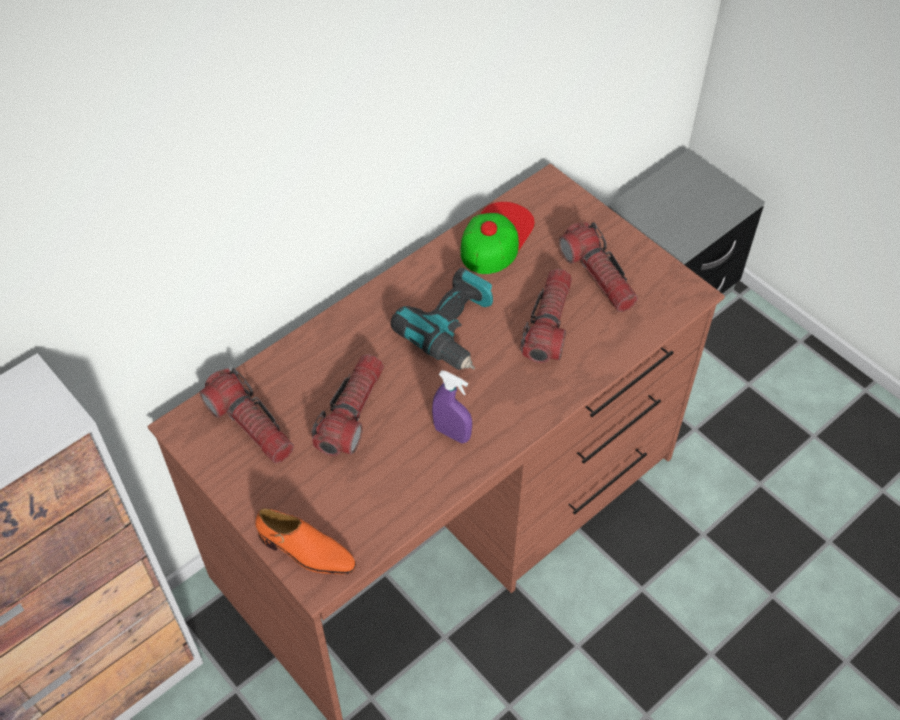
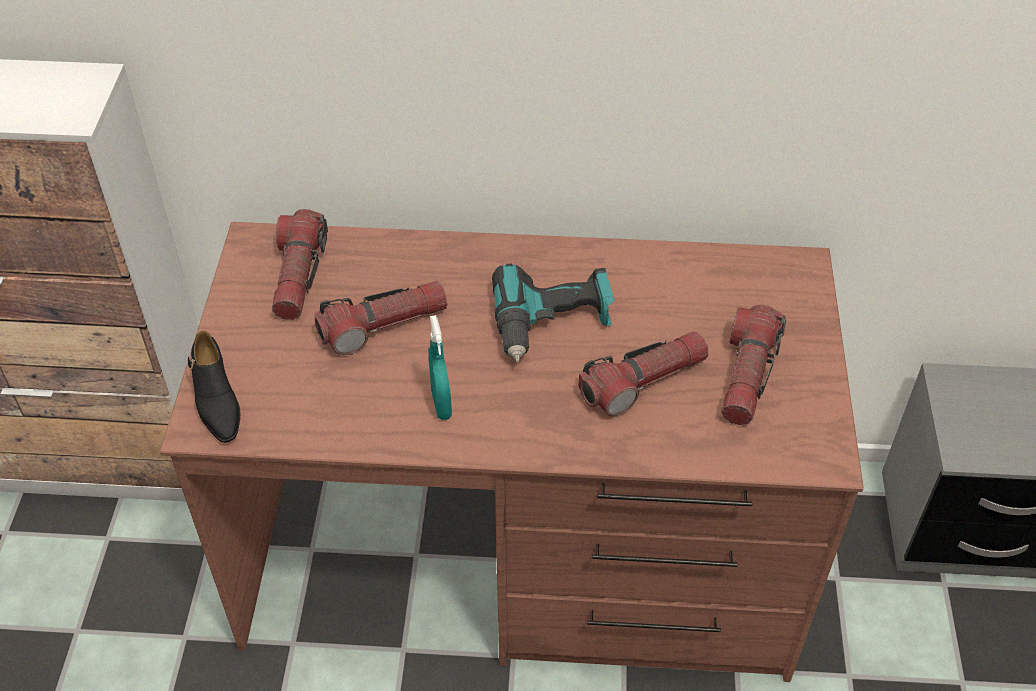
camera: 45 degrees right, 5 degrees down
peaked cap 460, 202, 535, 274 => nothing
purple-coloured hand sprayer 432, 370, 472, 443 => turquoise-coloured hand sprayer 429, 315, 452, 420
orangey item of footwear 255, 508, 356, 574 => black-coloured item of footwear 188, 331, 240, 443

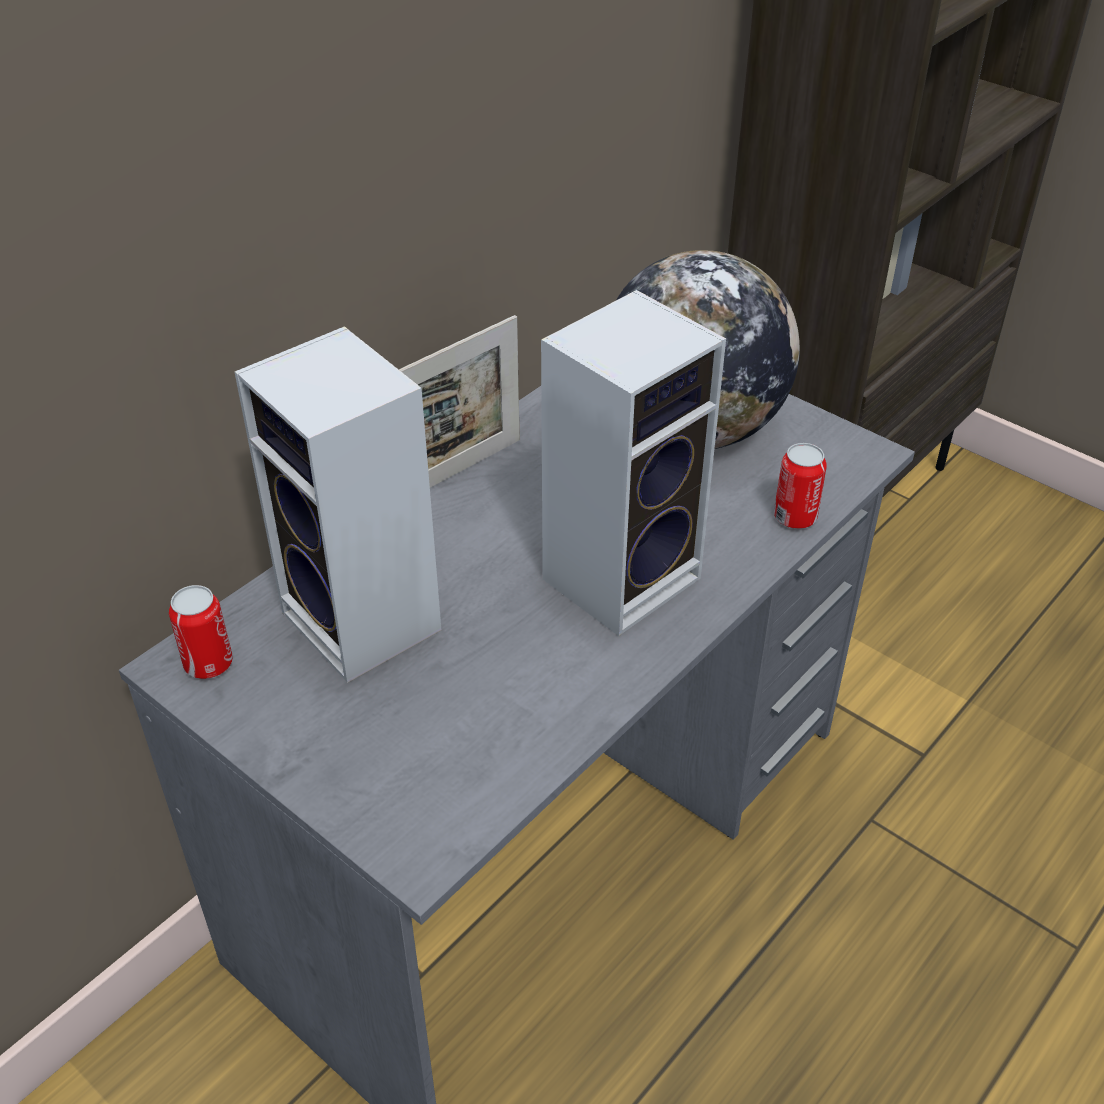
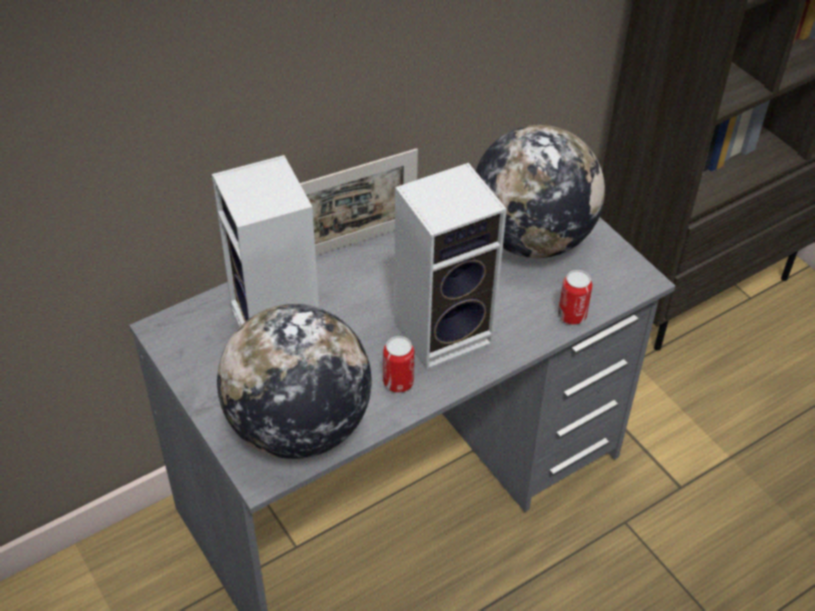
camera: 15 degrees right, 5 degrees up
metal can 169, 585, 233, 679 => metal can 383, 336, 414, 393, move
nothing => desk globe 217, 304, 372, 459

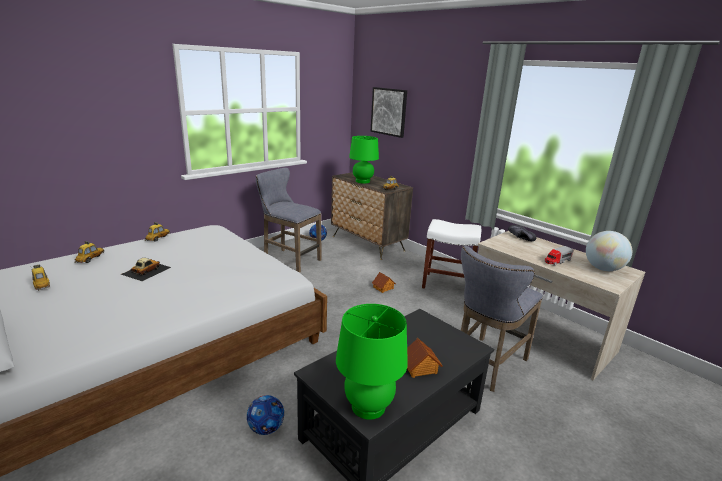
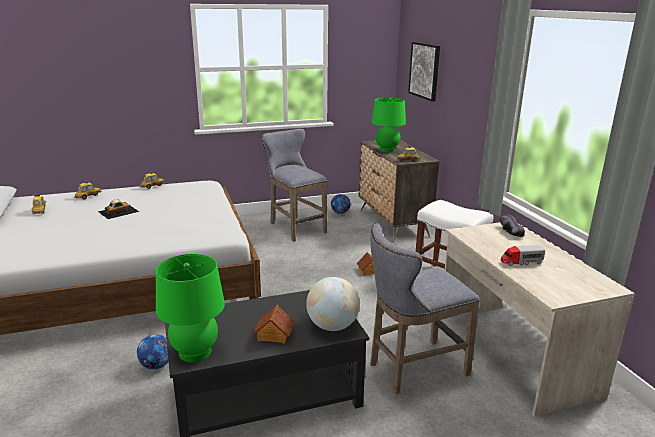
camera: 25 degrees right, 0 degrees up
desk globe 586, 231, 632, 271 => desk globe 306, 277, 360, 331, move

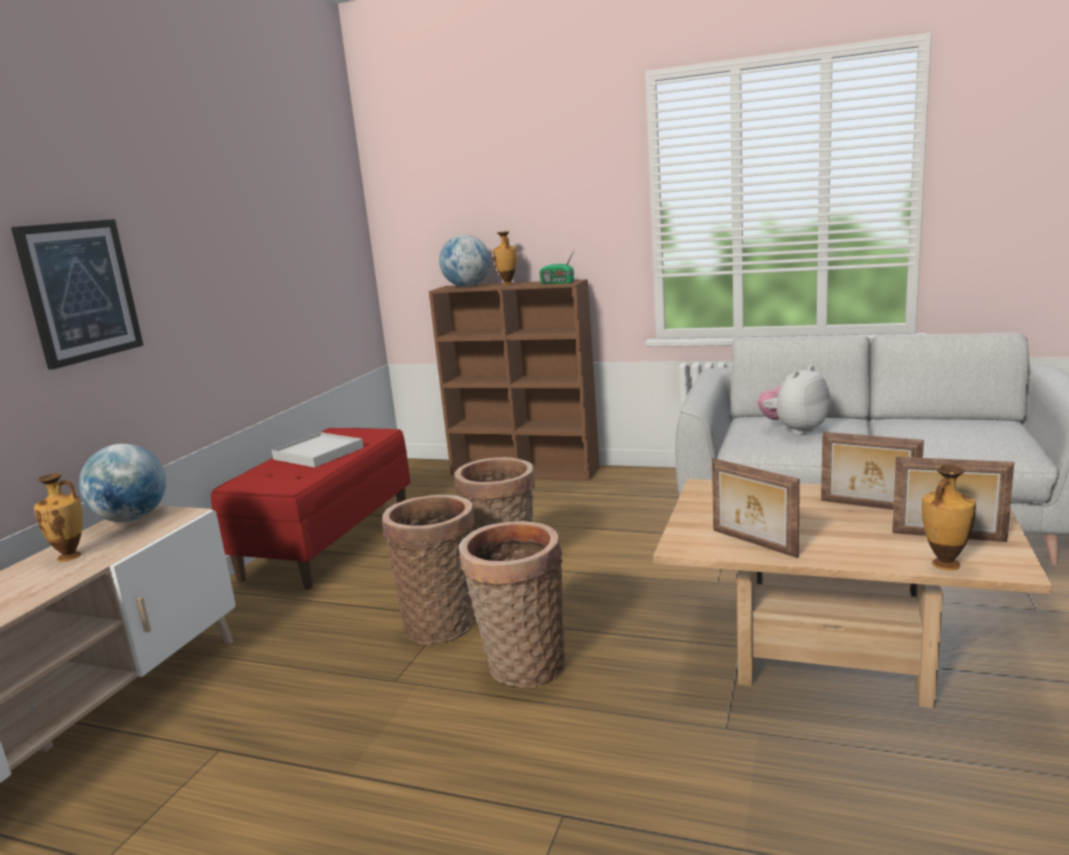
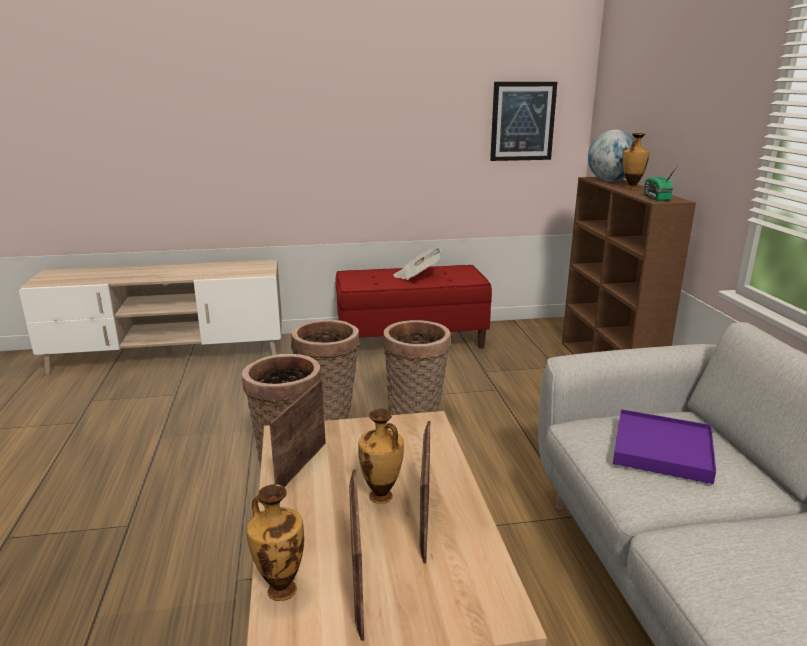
camera: 60 degrees right, 5 degrees up
wall picture 11, 219, 144, 370 => wall picture 490, 82, 557, 161, move
plush toy 758, 365, 830, 435 => purple-coloured tray 613, 409, 716, 484
white-coloured tray 272, 432, 364, 467 => daily paper 393, 248, 442, 280
desk globe 79, 444, 166, 522 => nothing
decorative vase 34, 473, 83, 562 => decorative vase 358, 409, 404, 504, move

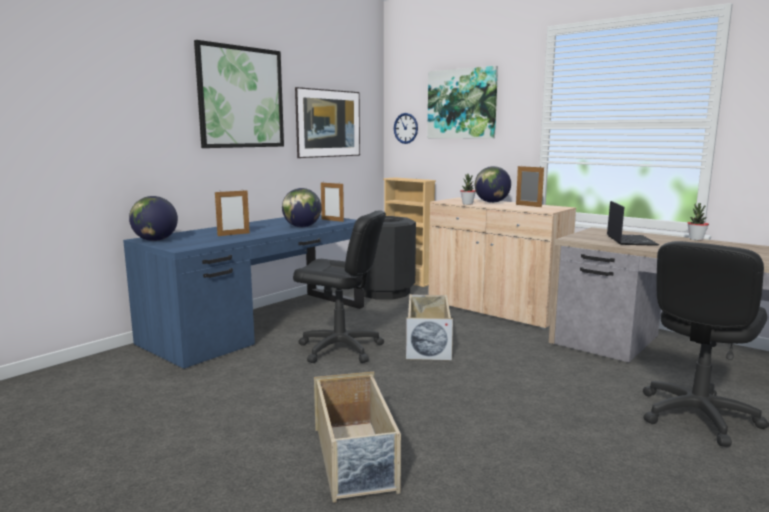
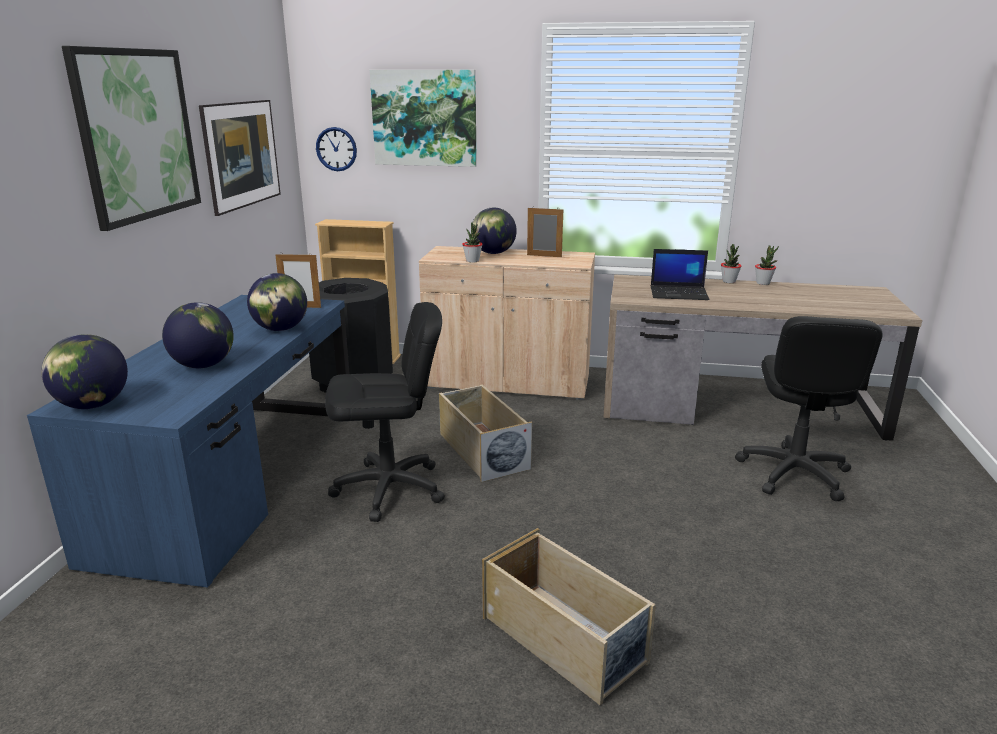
camera: 30 degrees left, 10 degrees up
photo frame 215, 190, 250, 236 => desk globe 162, 302, 234, 368
laptop 607, 201, 659, 246 => laptop 651, 249, 709, 300, 120 degrees clockwise
nothing => houseplant 755, 245, 779, 285

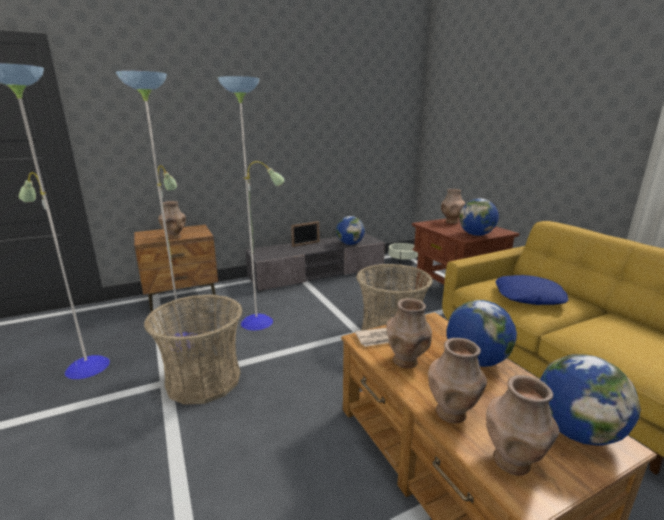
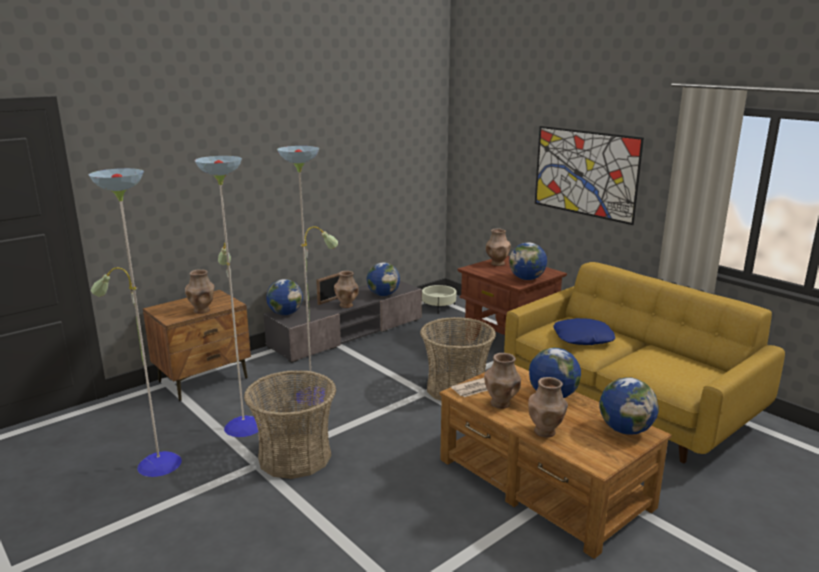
camera: 15 degrees left, 0 degrees up
brown-coloured decorative vase 486, 375, 559, 476 => brown-coloured decorative vase 334, 271, 359, 308, move
nothing => wall picture 535, 126, 644, 225
nothing => desk globe 266, 279, 303, 315

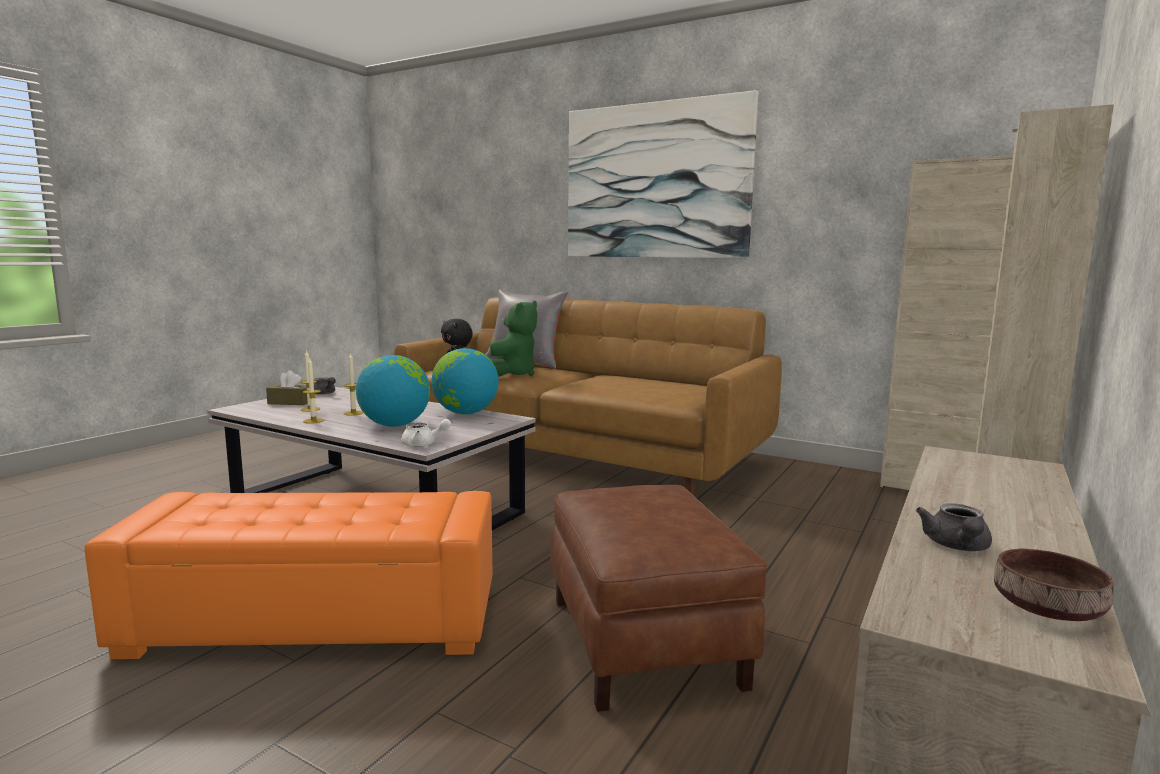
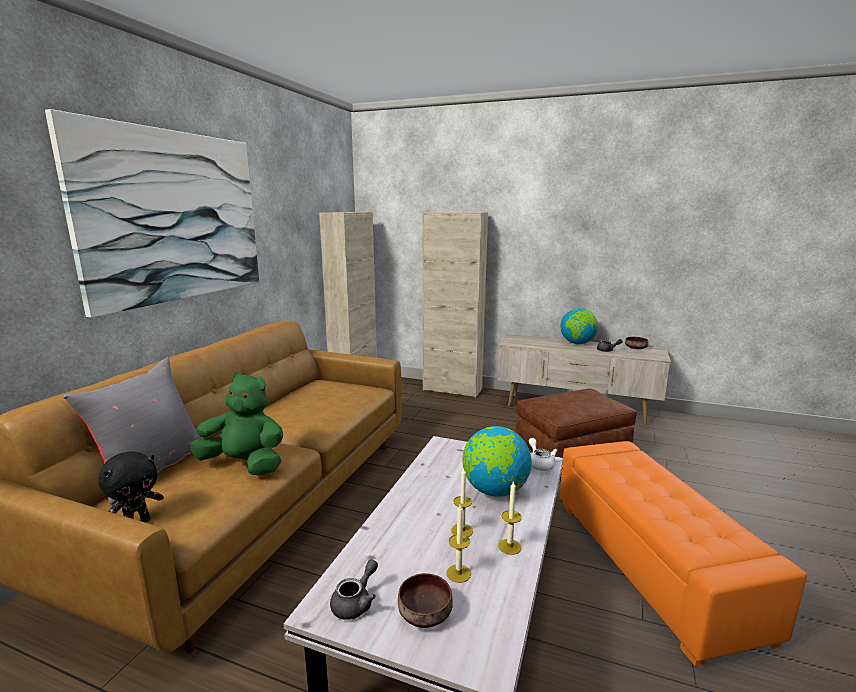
camera: 100 degrees left, 5 degrees up
desk globe 431, 348, 499, 414 => desk globe 560, 308, 598, 344, move
brown-coloured tissue box 266, 370, 308, 405 => brown-coloured serving bowl 398, 573, 453, 628

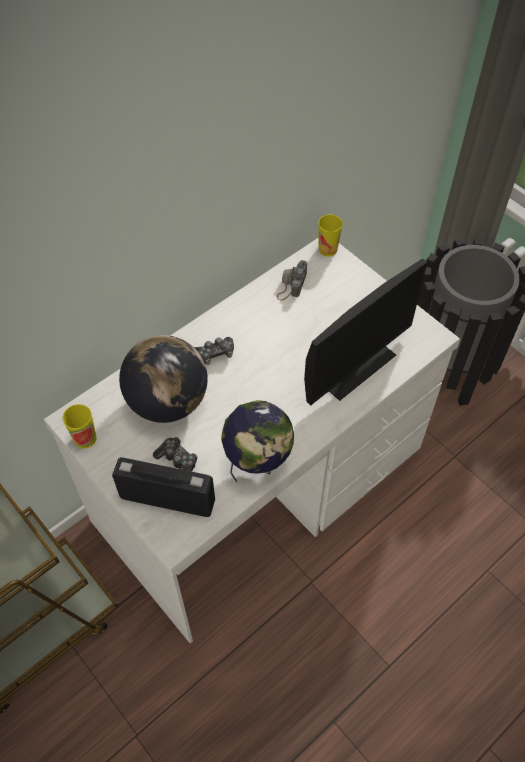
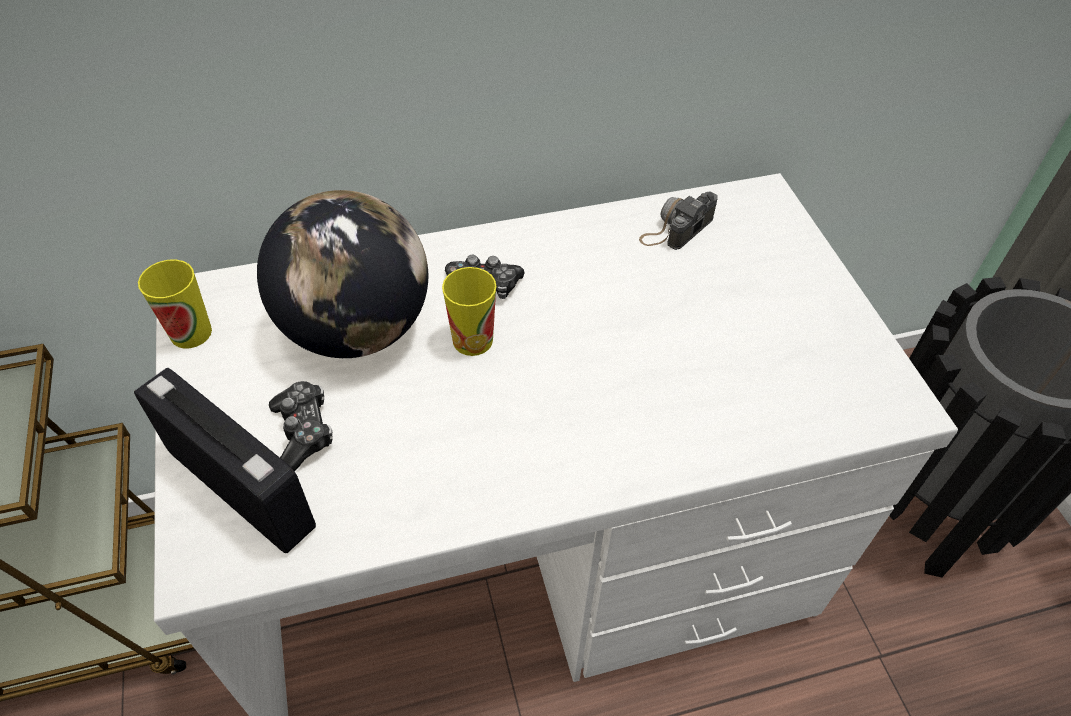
camera: 25 degrees right, 5 degrees down
small cup 318, 215, 343, 256 => small cup 442, 267, 497, 356, move
monitor 304, 259, 427, 406 => nothing
desk globe 221, 400, 294, 482 => nothing

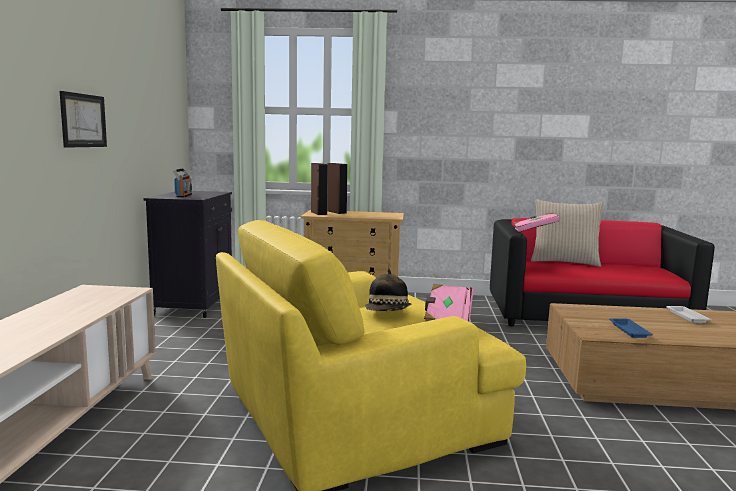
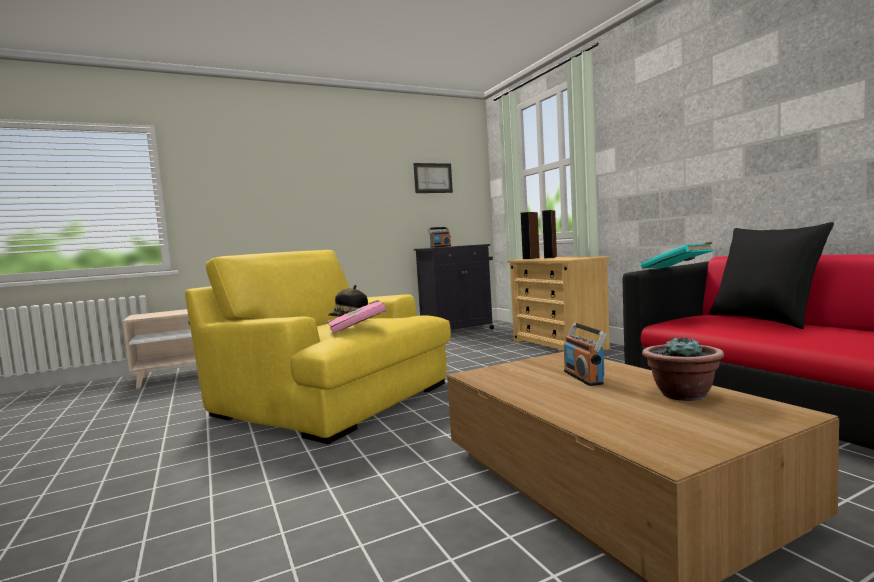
camera: 60 degrees right, 5 degrees down
wall picture 60, 91, 107, 148 => wall picture 413, 163, 453, 193, move
beige cushion 531, 200, 604, 267 => black-coloured cushion 709, 222, 834, 329
pink bound book 513, 212, 560, 232 => turquoise-coloured bound book 641, 242, 714, 269
white-coloured tray 666, 306, 712, 323 => houseplant 642, 335, 724, 401
blue tray 609, 318, 653, 338 => nothing
nothing => radio set 564, 323, 607, 386

